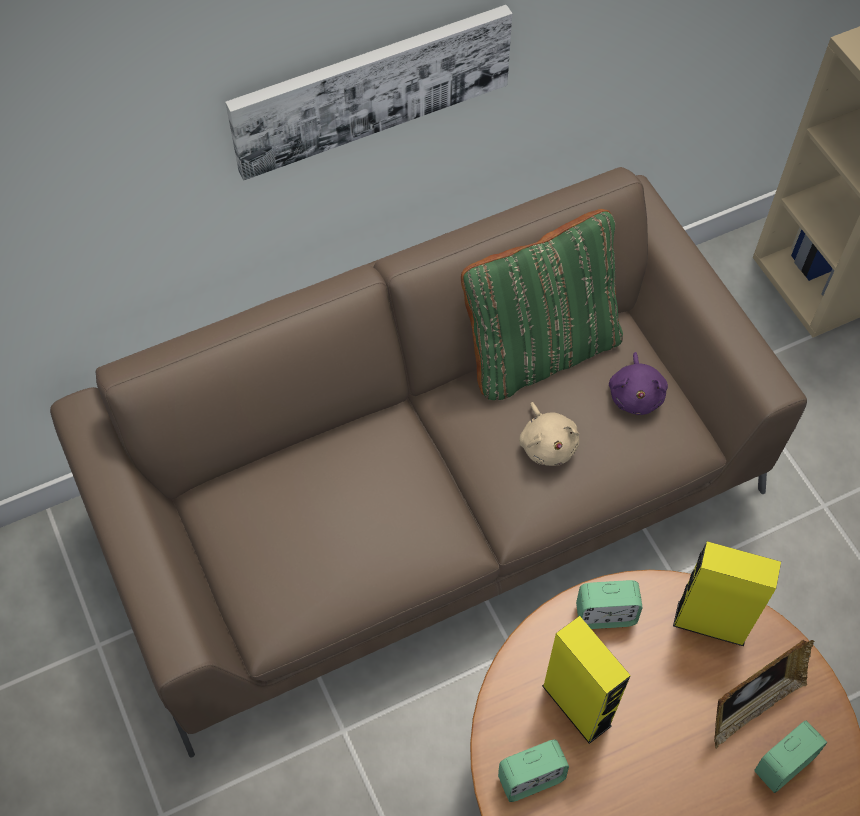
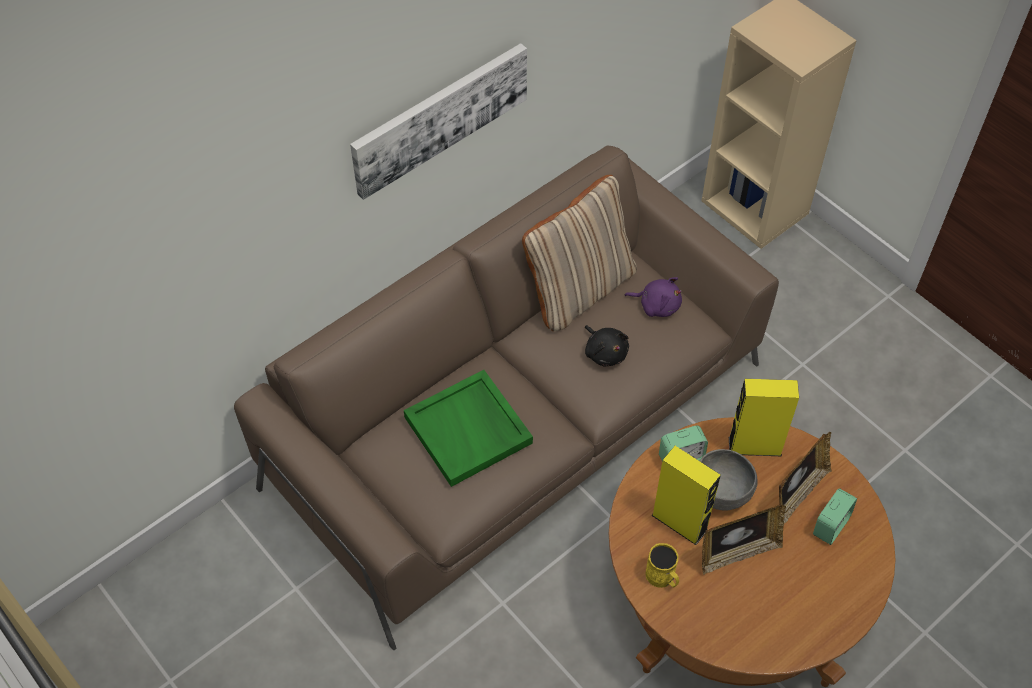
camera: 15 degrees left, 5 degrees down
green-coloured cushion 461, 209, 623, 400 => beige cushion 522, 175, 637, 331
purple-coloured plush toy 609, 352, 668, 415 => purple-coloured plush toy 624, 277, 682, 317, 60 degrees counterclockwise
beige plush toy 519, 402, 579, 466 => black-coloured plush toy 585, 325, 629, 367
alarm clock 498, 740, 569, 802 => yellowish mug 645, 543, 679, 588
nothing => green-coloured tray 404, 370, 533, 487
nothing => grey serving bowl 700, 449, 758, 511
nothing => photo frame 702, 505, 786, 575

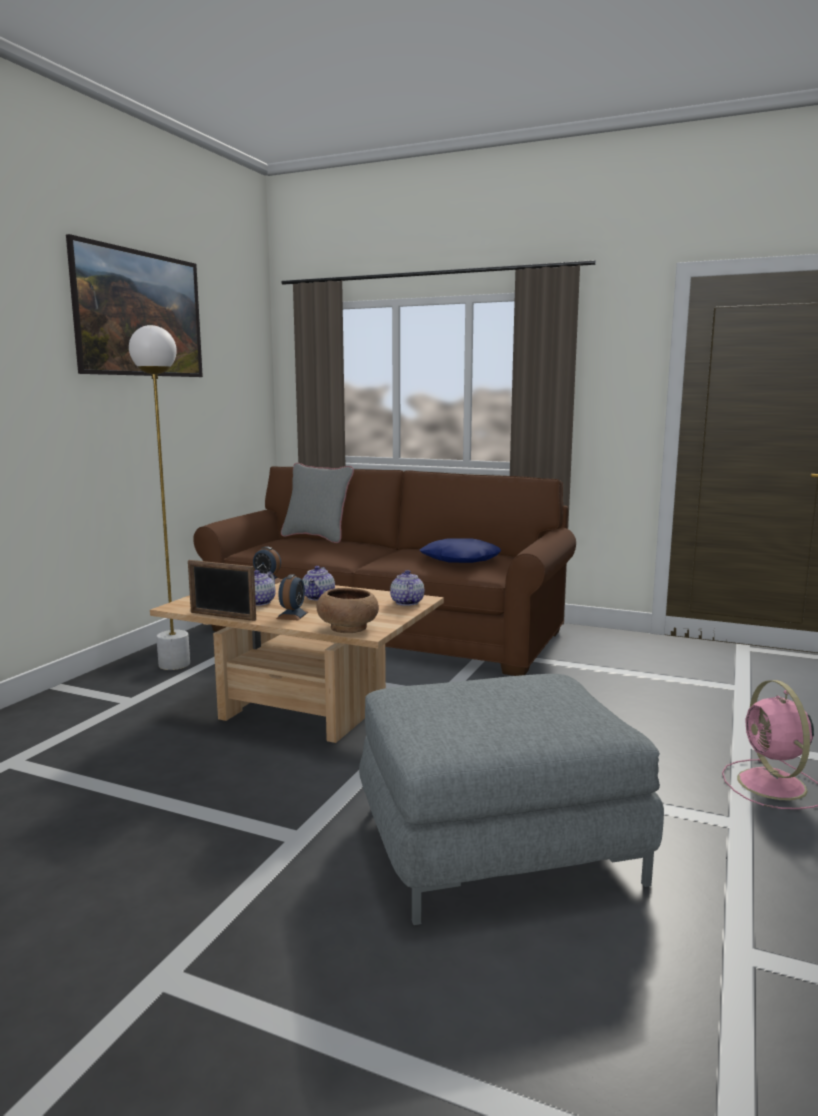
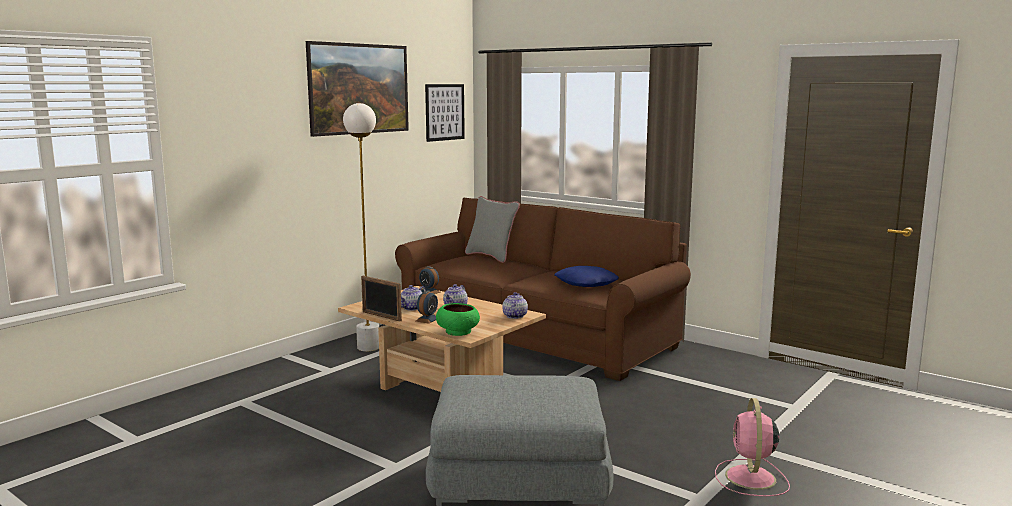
camera: 15 degrees right, 0 degrees up
brown-coloured serving bowl 316, 588, 379, 633 => green-coloured serving bowl 436, 303, 480, 336
nothing => wall picture 425, 84, 465, 142

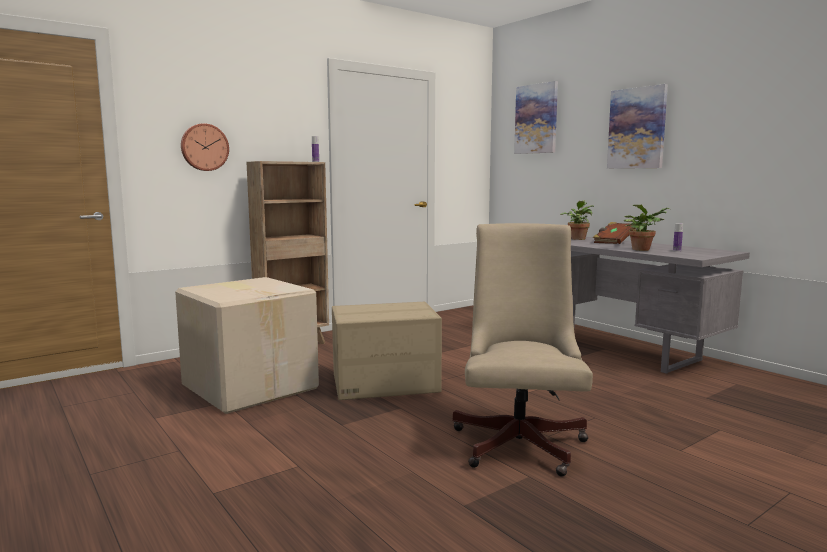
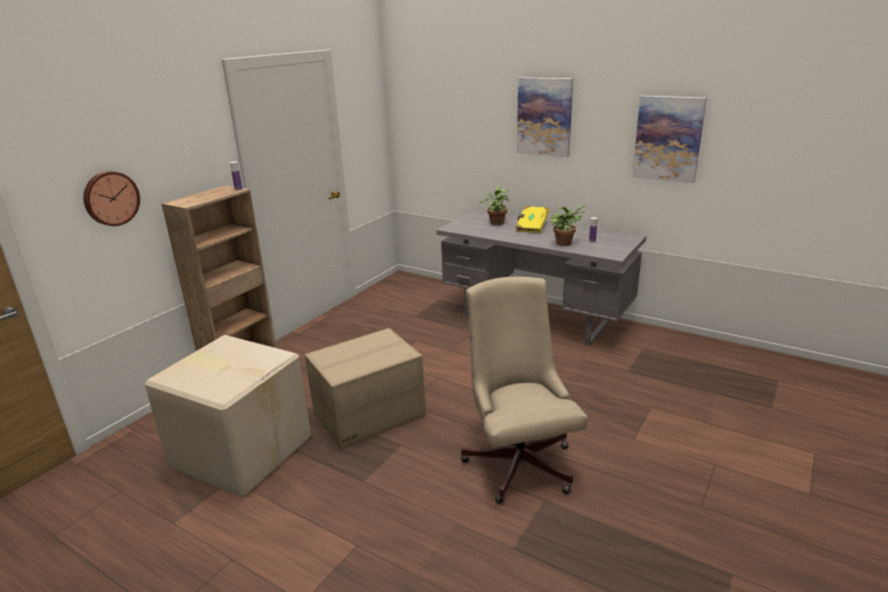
camera: 20 degrees left, 15 degrees up
wall picture 514, 81, 558, 154 => wall picture 632, 96, 707, 183, move
brown-coloured bound book 593, 222, 637, 244 => yellowish bound book 516, 205, 549, 233

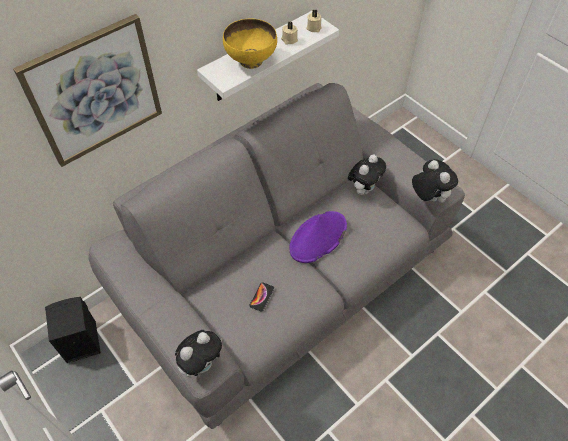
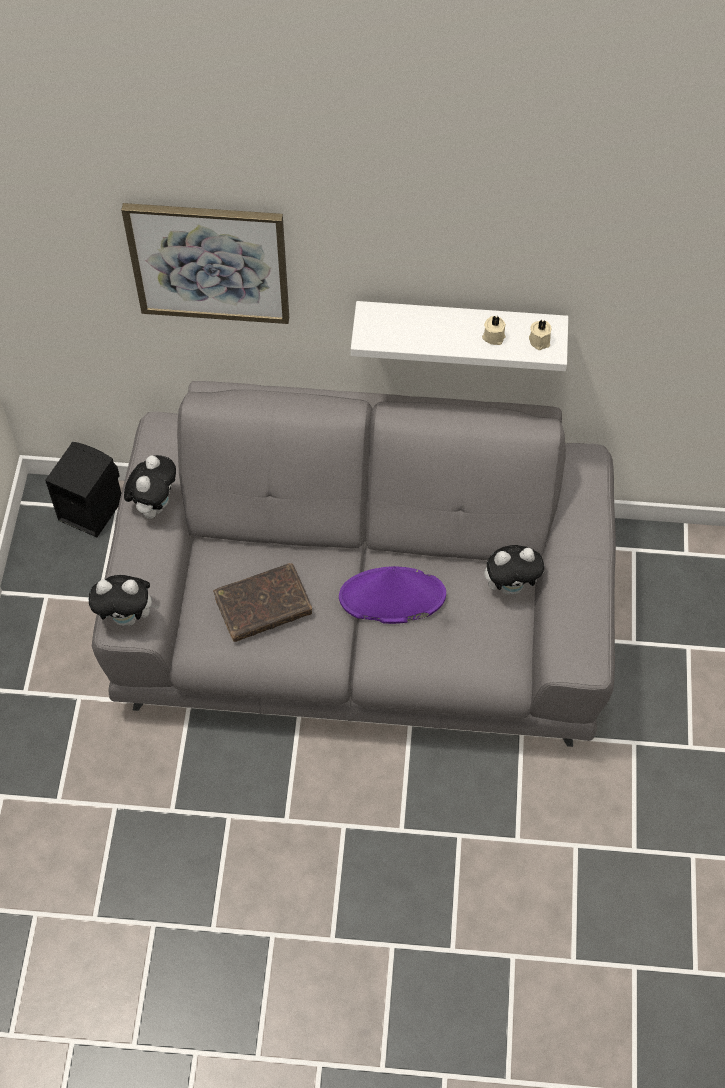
camera: 45 degrees right, 5 degrees up
yellowish serving bowl 223, 19, 277, 69 => nothing
plush toy 412, 159, 458, 203 => plush toy 124, 455, 176, 519, move
phone 249, 282, 274, 312 => brown-coloured bound book 213, 563, 312, 642

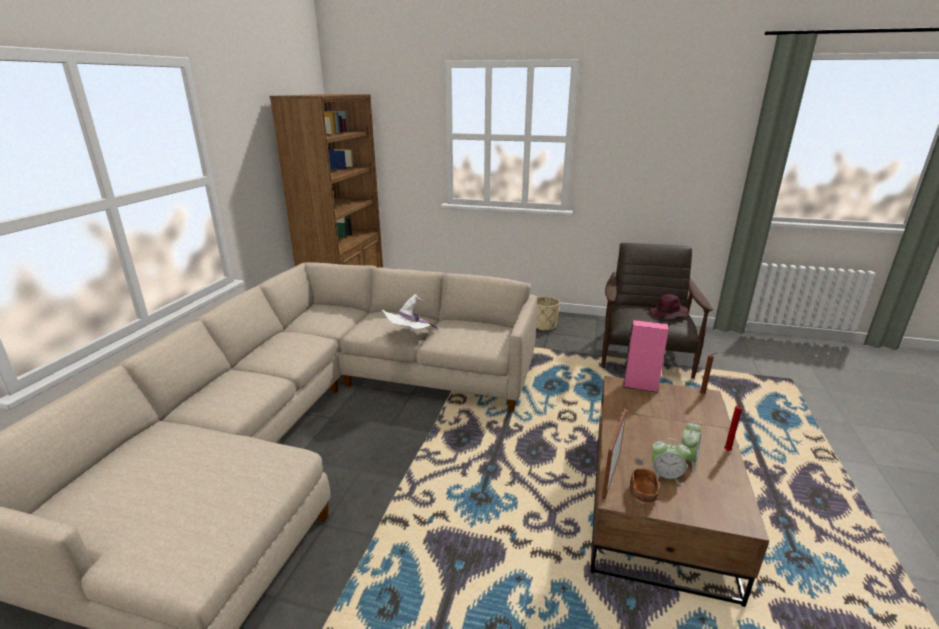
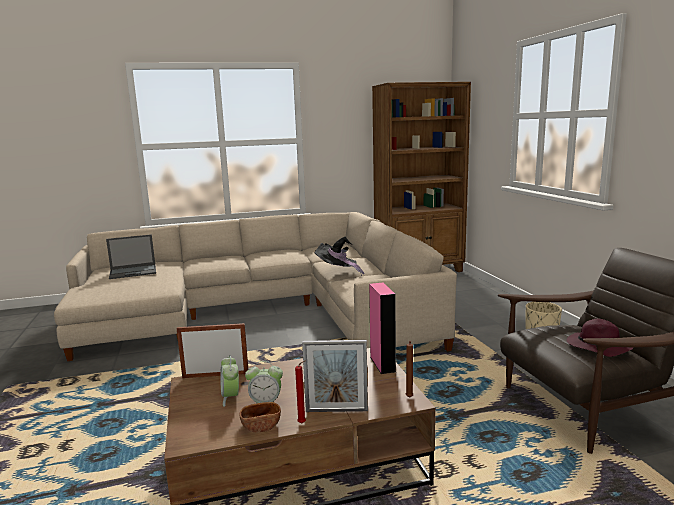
camera: 60 degrees right, 10 degrees down
white-coloured clothing hat 382, 294, 438, 330 => black-coloured clothing hat 315, 237, 365, 276
brown-coloured serving bowl 630, 468, 659, 503 => brown-coloured serving bowl 240, 402, 281, 432, move
nothing => laptop 106, 234, 156, 279
nothing => photo frame 302, 340, 368, 412

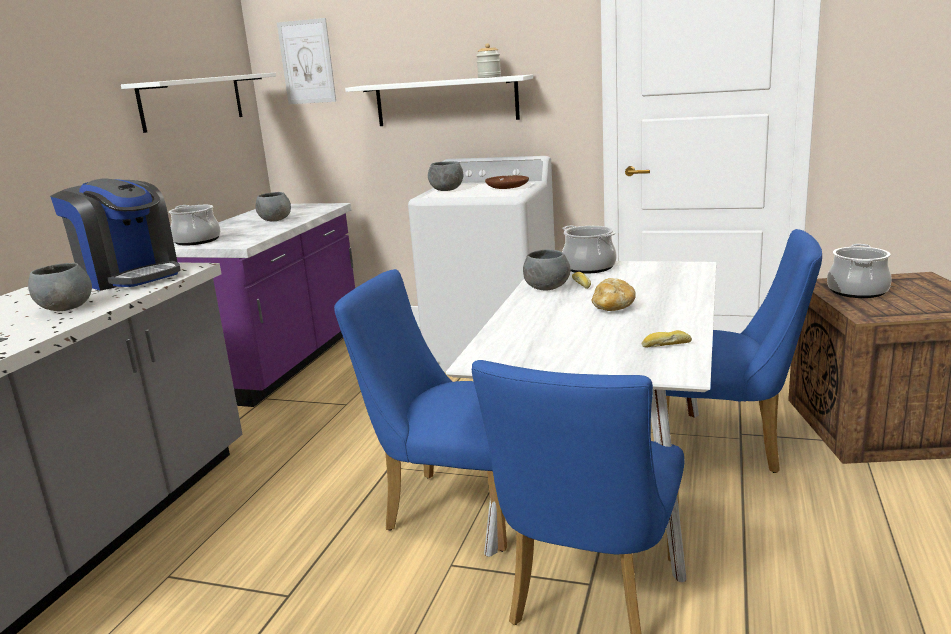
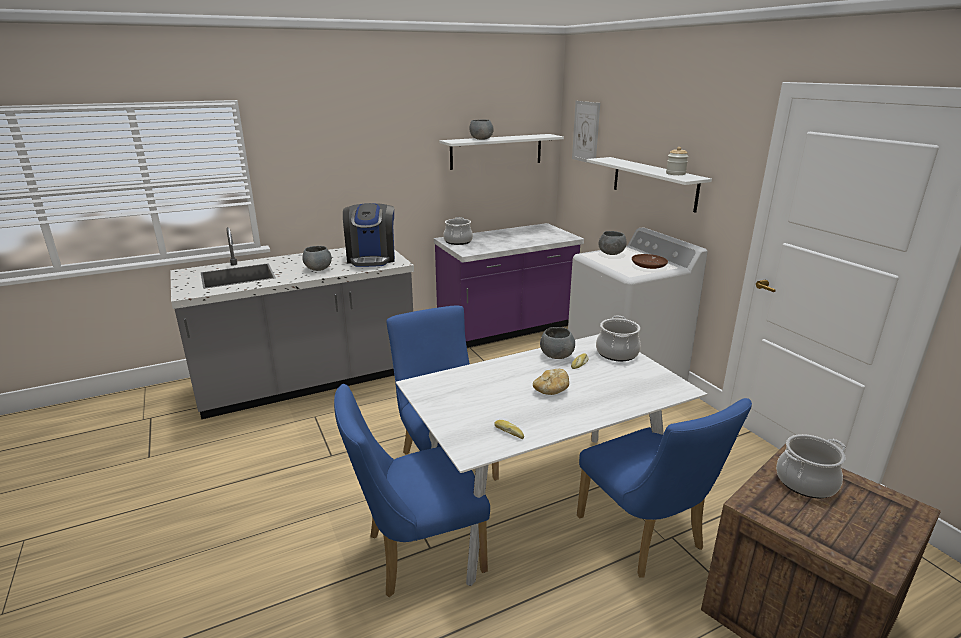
camera: 45 degrees right, 5 degrees up
grey serving bowl 255, 192, 291, 221 => grey serving bowl 470, 120, 494, 140, move

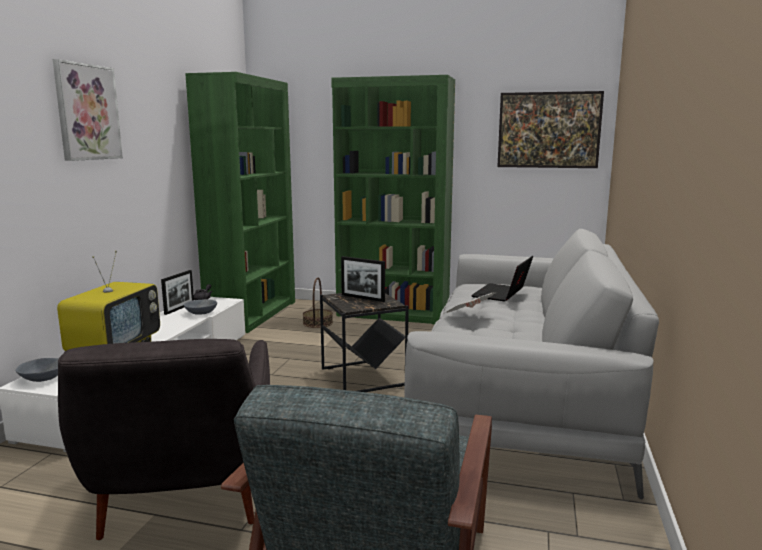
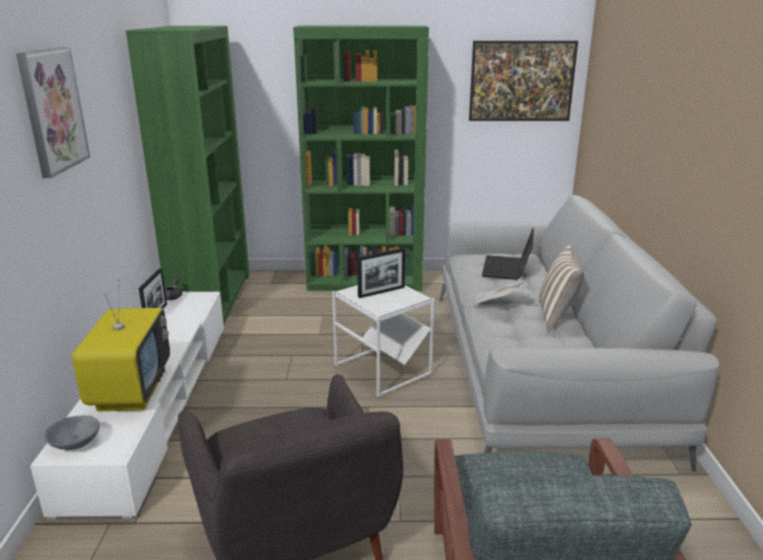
camera: 15 degrees left, 10 degrees up
photo frame 341, 256, 385, 302 => photo frame 357, 248, 405, 298, 45 degrees counterclockwise
storage basket 303, 278, 333, 328 => nothing
black-coloured accent table 320, 293, 409, 392 => white-coloured accent table 332, 285, 435, 397
grey serving bowl 184, 299, 217, 315 => nothing
nothing => cushion 539, 245, 584, 332

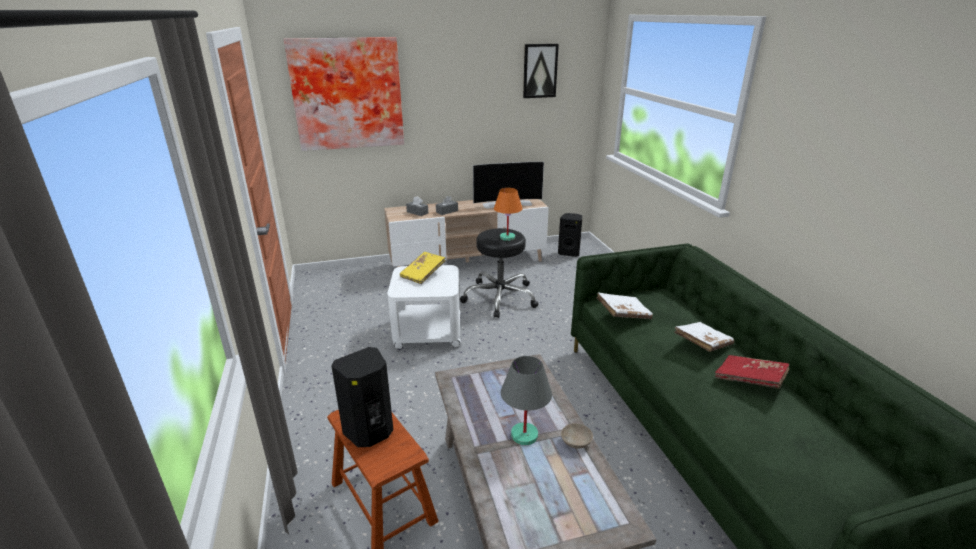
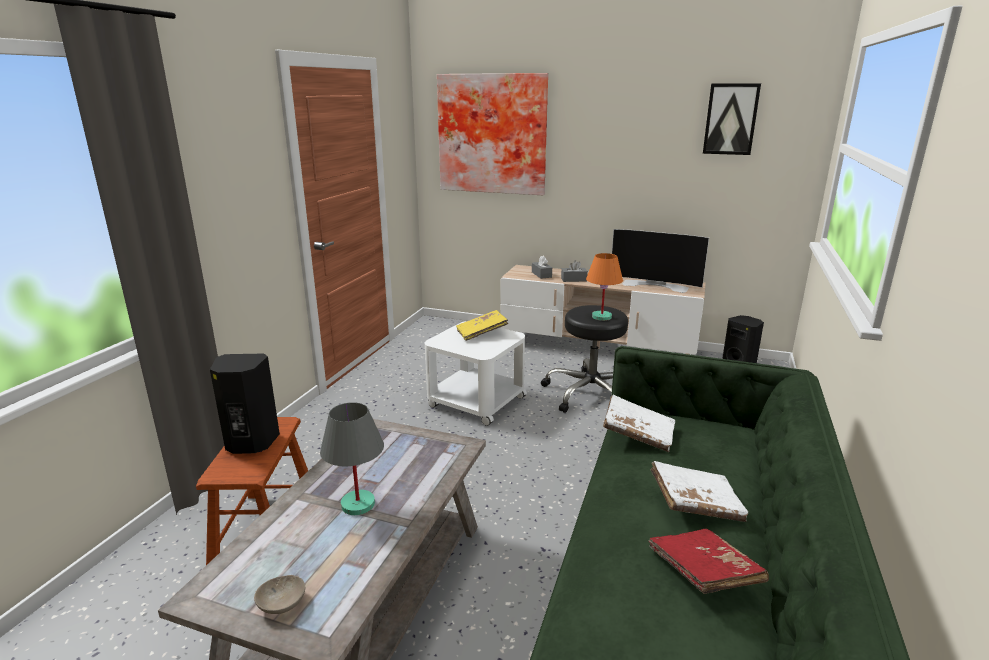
camera: 35 degrees right, 5 degrees down
beige serving bowl 561, 423, 593, 449 => beige serving bowl 254, 575, 305, 614, move

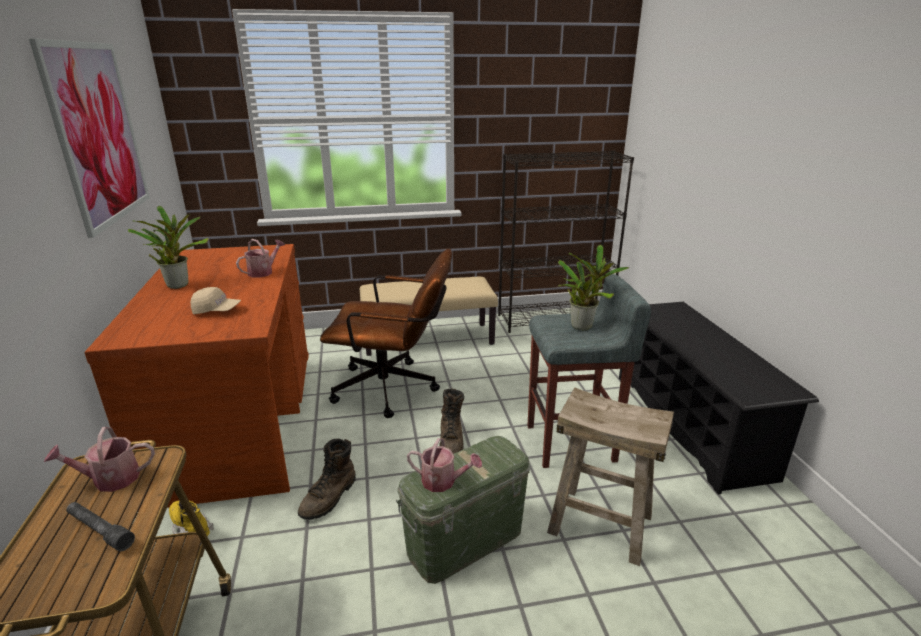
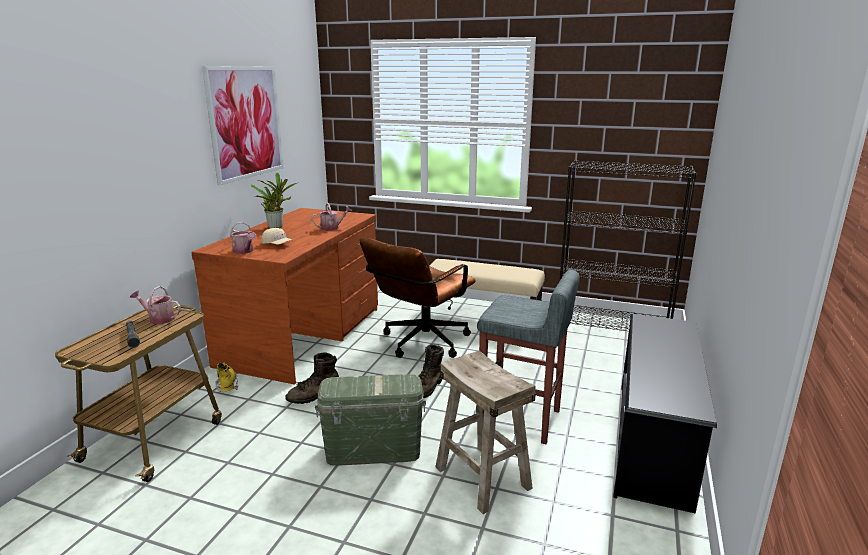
camera: 30 degrees right, 5 degrees down
houseplant 558, 245, 629, 331 => nothing
brown-coloured desk chair 320, 249, 452, 418 => brown-coloured desk chair 359, 238, 476, 358, 90 degrees clockwise
sprinkling can 407, 438, 482, 492 => sprinkling can 230, 222, 256, 254, move

